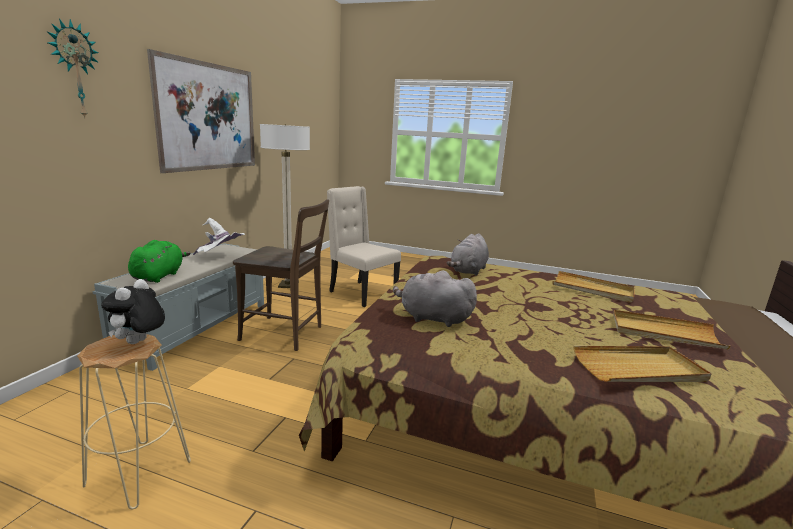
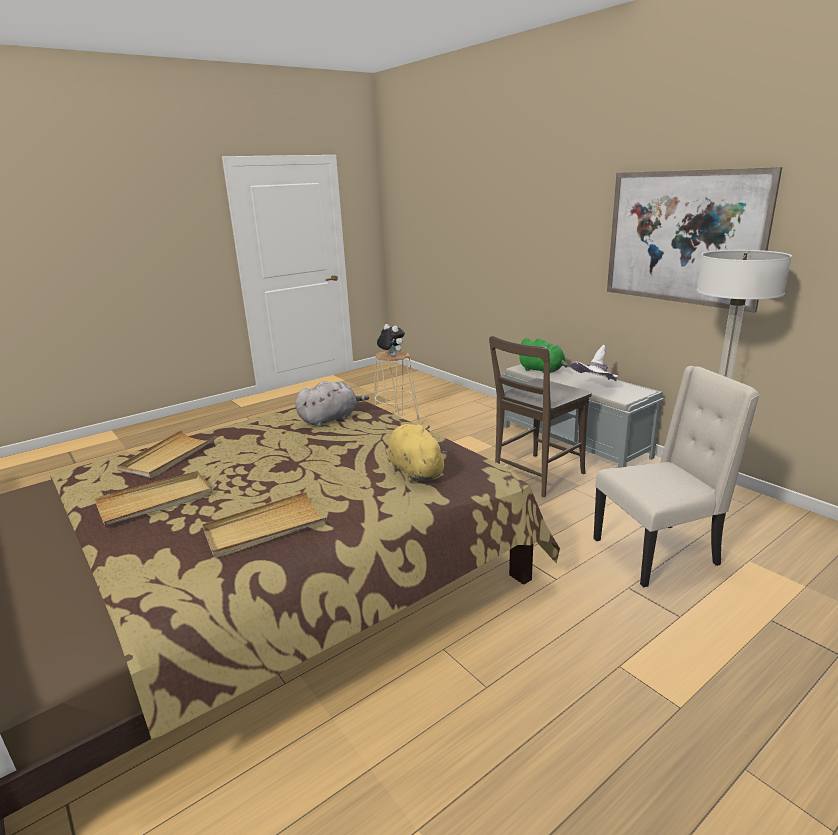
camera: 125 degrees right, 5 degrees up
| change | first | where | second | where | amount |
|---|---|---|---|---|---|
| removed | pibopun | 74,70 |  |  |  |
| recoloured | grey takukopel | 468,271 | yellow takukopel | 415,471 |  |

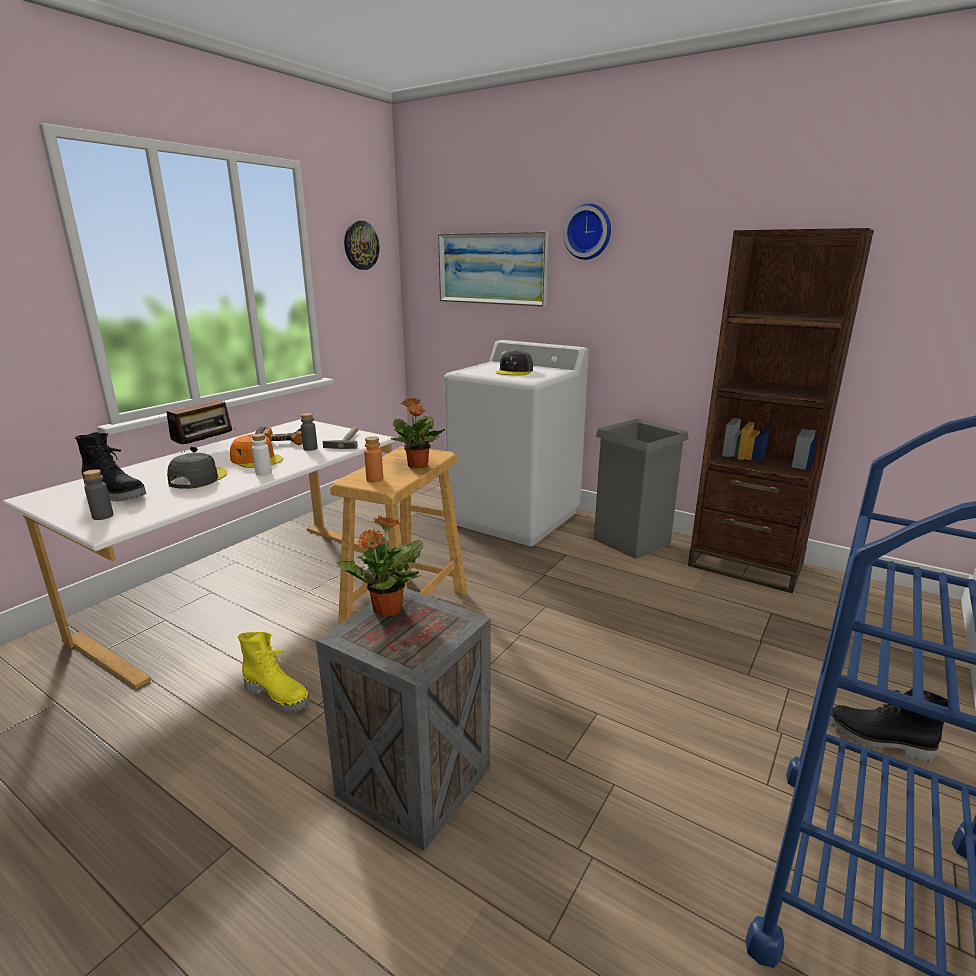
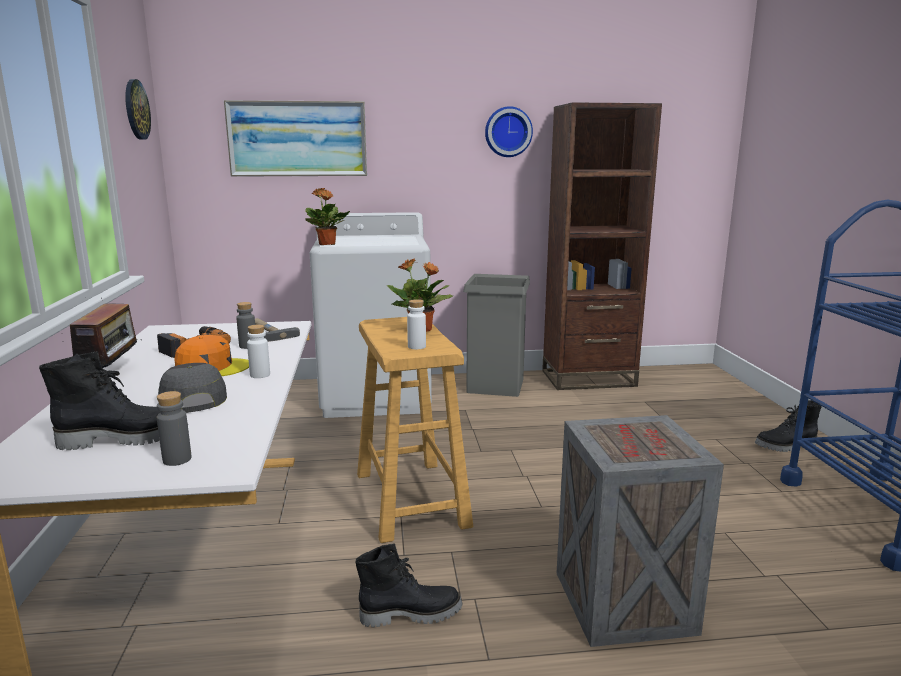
camera: 40 degrees left, 5 degrees down
| change | first | where | second | where | amount |
|---|---|---|---|---|---|
| removed | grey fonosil | 514,371 |  |  |  |
| moved | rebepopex | 386,610 |  | 327,244 |  |
| moved | pibopun | 588,232 |  | 508,132 |  |
| recoloured | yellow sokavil | 278,695 | black sokavil | 410,613 |  |
| recoloured | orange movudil | 374,479 | white movudil | 416,346 |  |

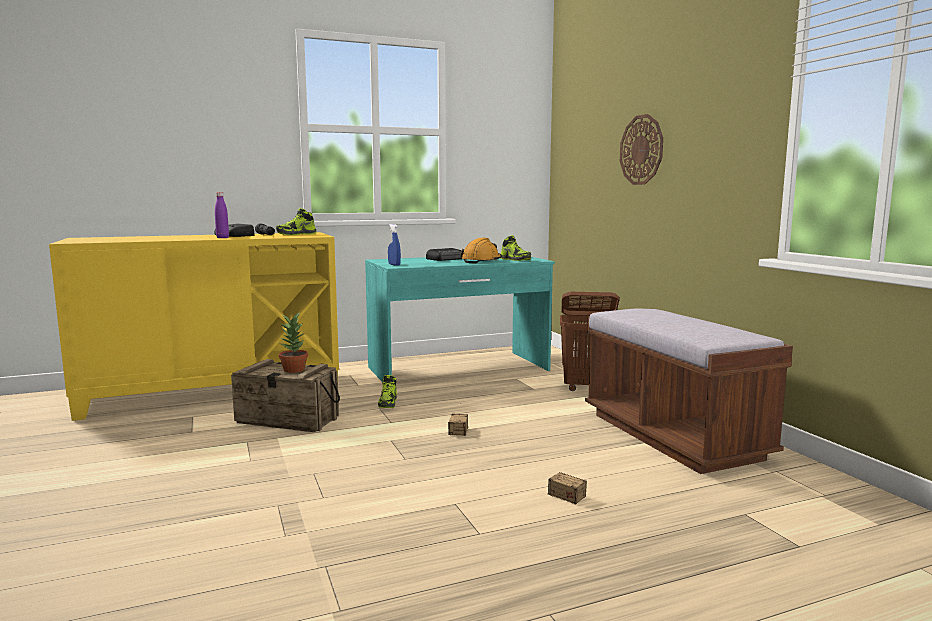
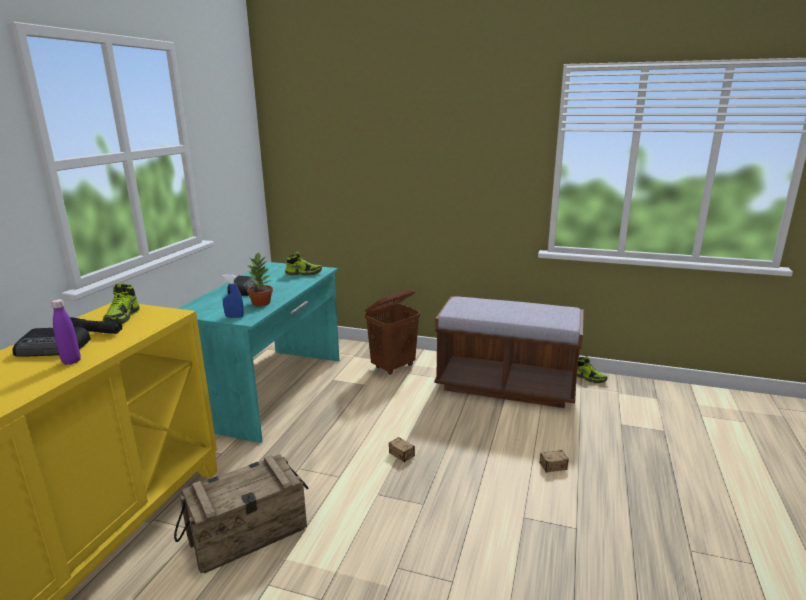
camera: 50 degrees left, 10 degrees up
| change | first | where | second | where | amount |
|---|---|---|---|---|---|
| removed | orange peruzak | 481,261 |  |  |  |
| removed | pibopun | 641,150 |  |  |  |
| moved | rebepopex | 294,370 |  | 261,303 |  |
| moved | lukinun | 388,403 |  | 588,378 |  |

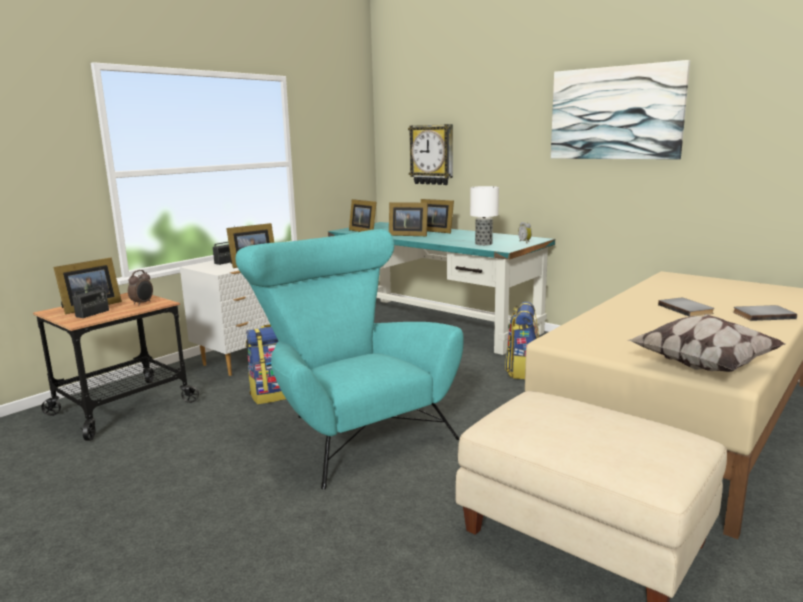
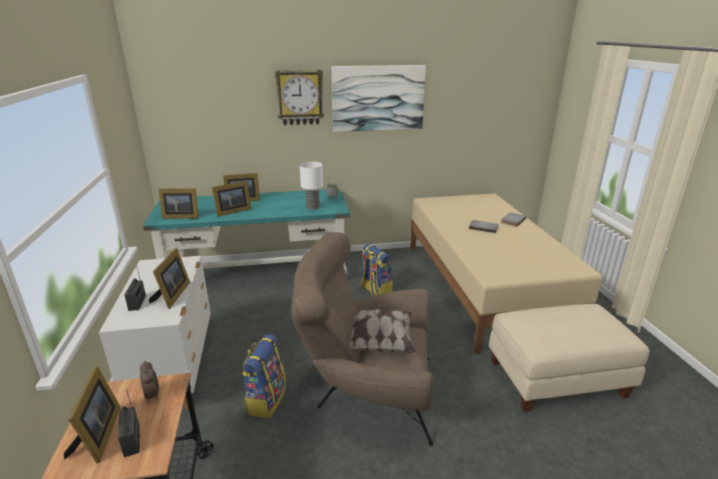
camera: 50 degrees left, 10 degrees up
| change | first | where | second | where | amount |
|---|---|---|---|---|---|
| moved | pibopun | 432,154 |  | 300,97 |  |
| moved | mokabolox | 702,365 |  | 379,341 |  |
| recoloured | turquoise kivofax | 350,429 | brown kivofax | 367,393 |  |

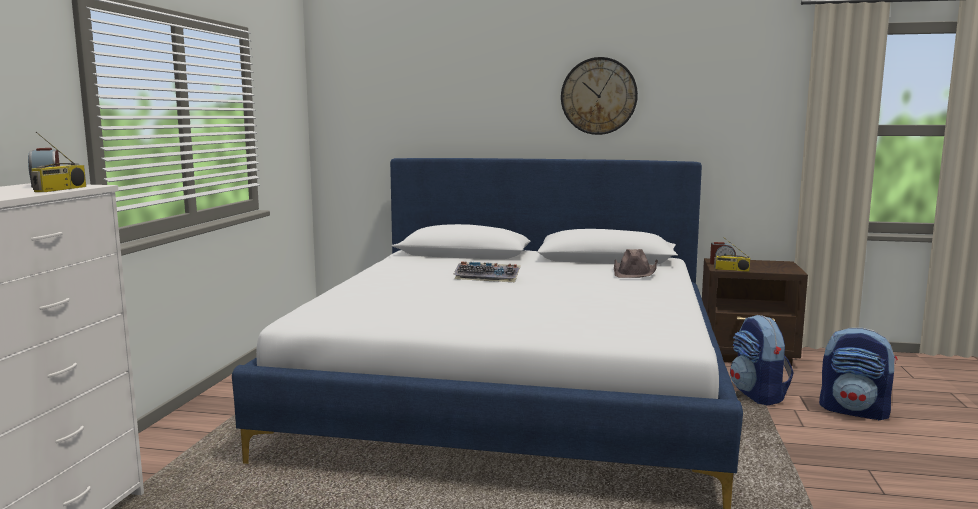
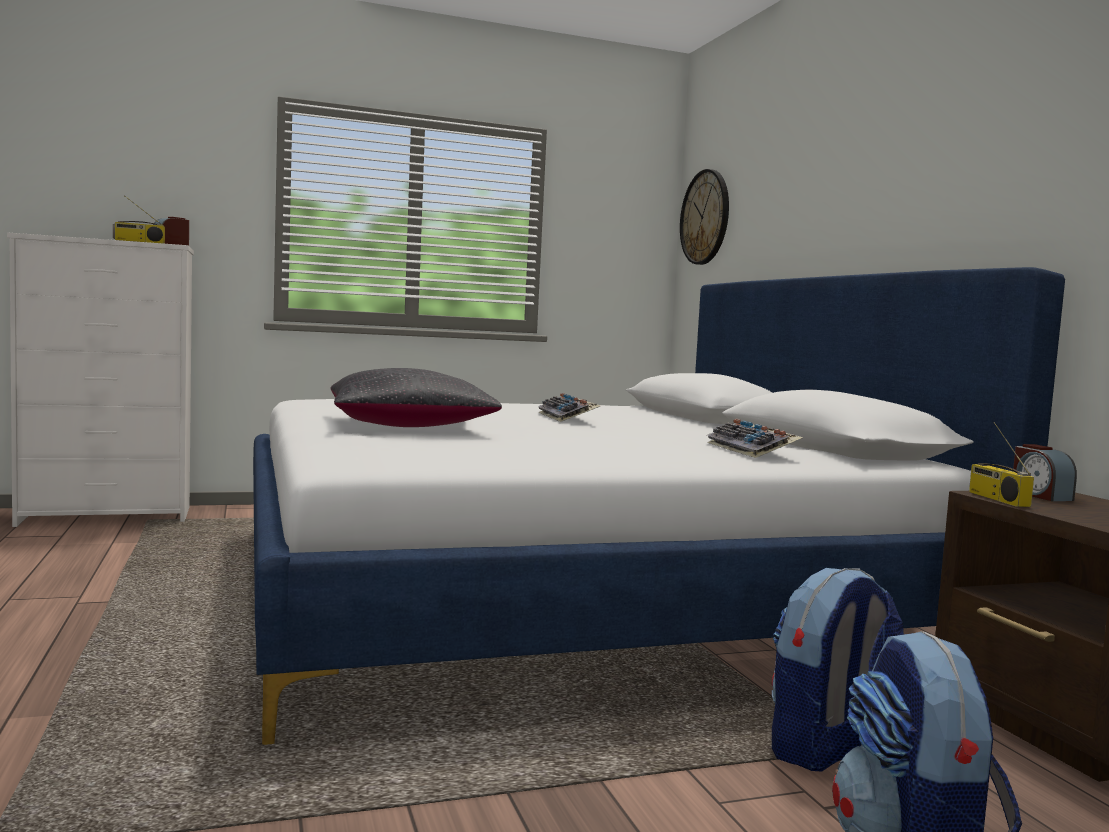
camera: 60 degrees right, 5 degrees down
| change | first | where | second | where | amount |
|---|---|---|---|---|---|
| added |  |  | black mokabolox | 409,426 |  |
| moved | pibopun | 599,96 |  | 705,217 |  |
| replaced | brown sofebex | 635,272 | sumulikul | 752,450 |  |

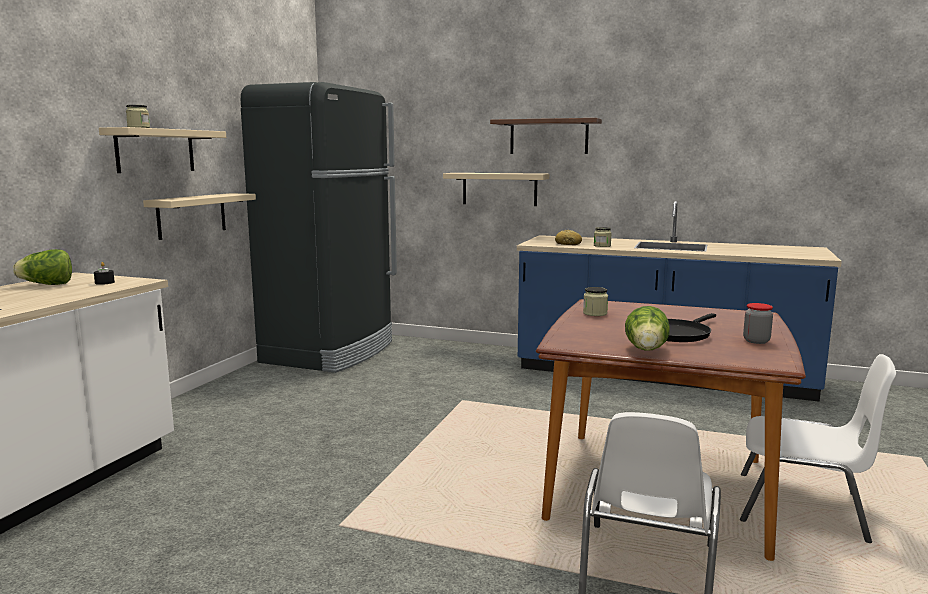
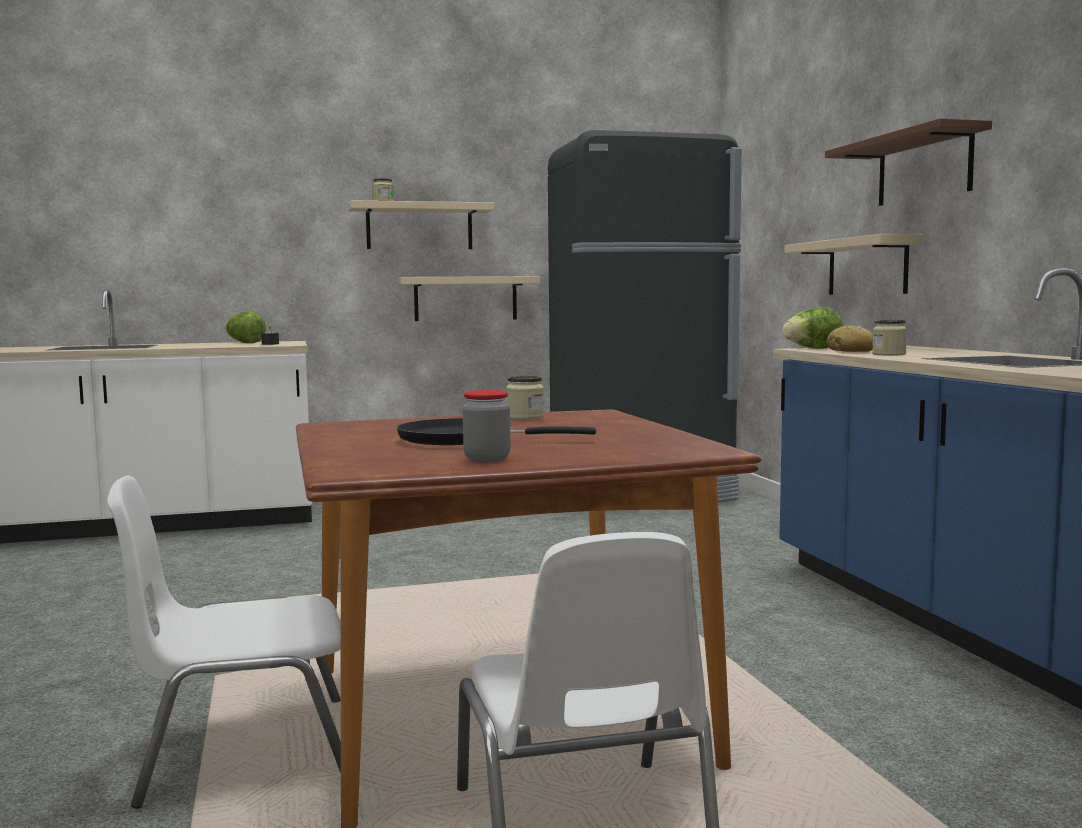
camera: 55 degrees right, 5 degrees down
| change | first | where | second | where | amount |
|---|---|---|---|---|---|
| moved | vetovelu | 646,351 |  | 812,349 |  |

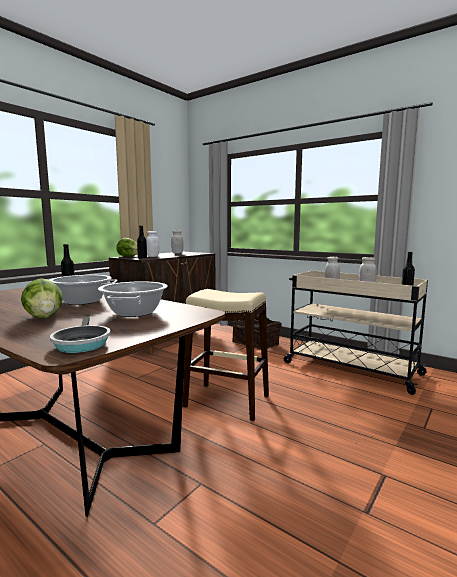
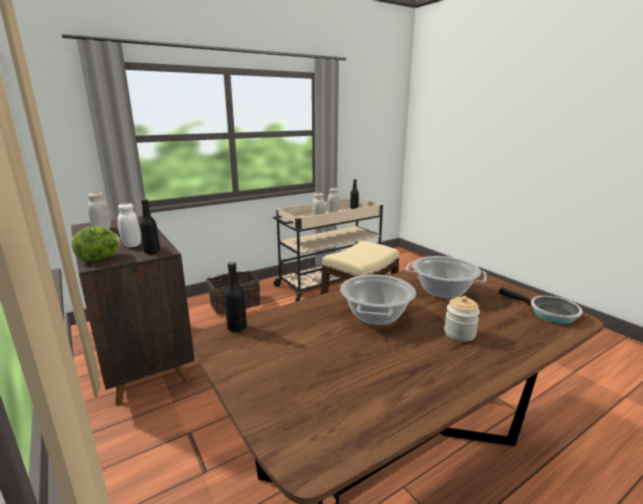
camera: 70 degrees left, 10 degrees up
| change | first | where | second | where | amount |
|---|---|---|---|---|---|
| replaced | vetovelu | 44,317 | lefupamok | 459,334 |  |
| turned | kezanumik | 81,343 |  | 548,313 | 45 degrees clockwise |

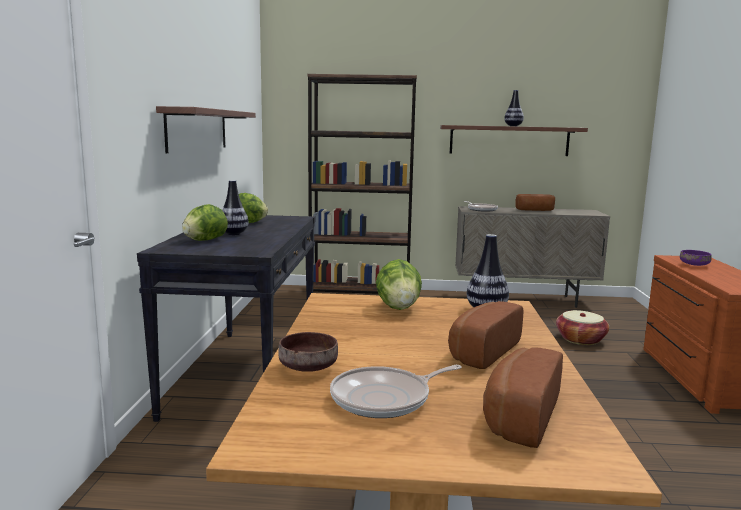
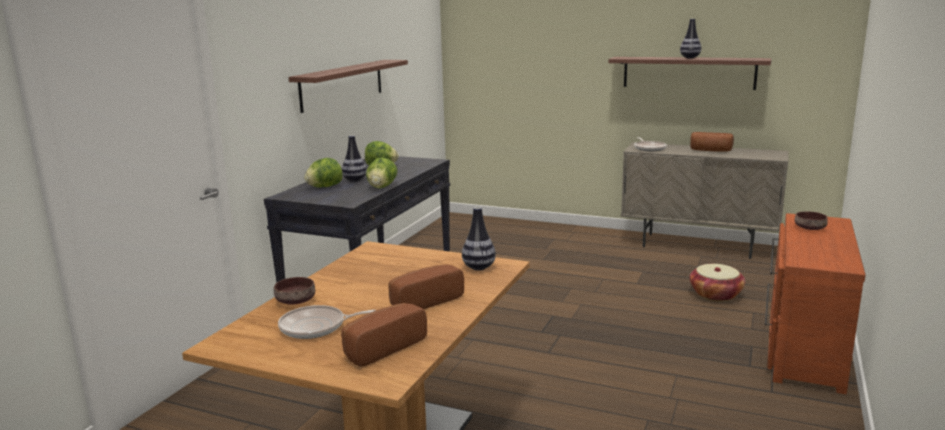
camera: 20 degrees right, 5 degrees up
| change | first | where | second | where | amount |
|---|---|---|---|---|---|
| removed | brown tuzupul | 360,293 |  |  |  |
| moved | vetovelu | 398,307 |  | 382,187 |  |
| recoloured | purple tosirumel | 695,265 | brown tosirumel | 810,228 |  |

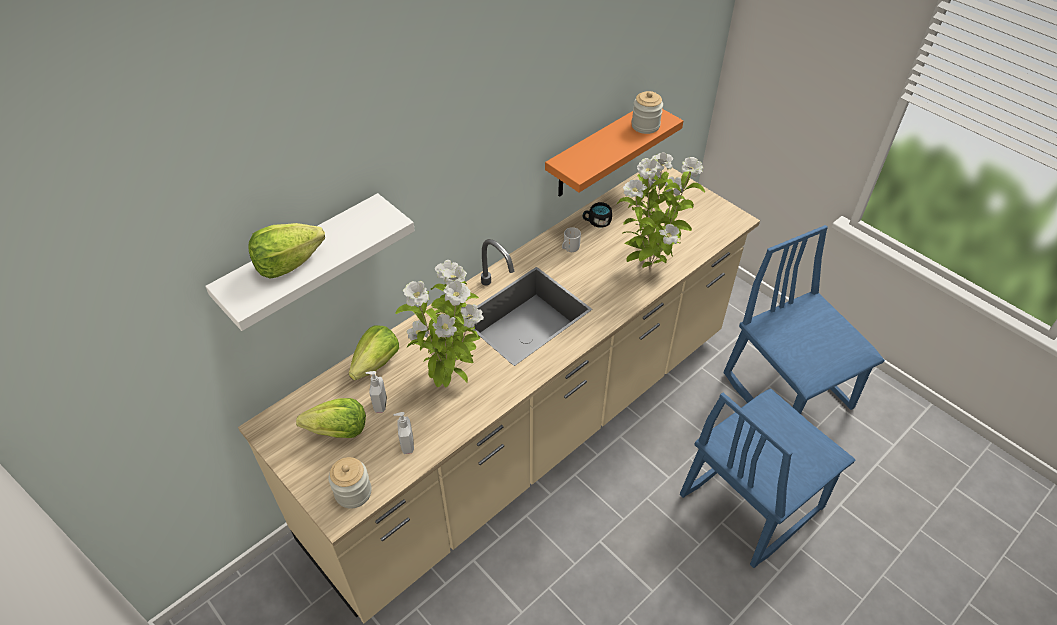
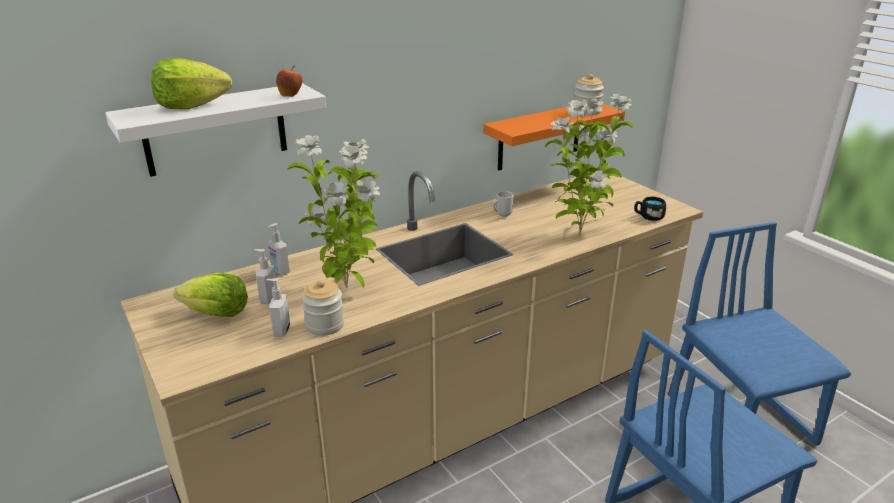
camera: 10 degrees right, 20 degrees down
| change | first | where | second | where | amount |
|---|---|---|---|---|---|
| added |  |  | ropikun | 290,95 |  |
| moved | lefupamok | 353,492 |  | 325,325 |  |
| moved | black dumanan | 596,222 |  | 648,217 |  |
| replaced | vetovelu | 376,363 | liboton | 280,271 |  |

